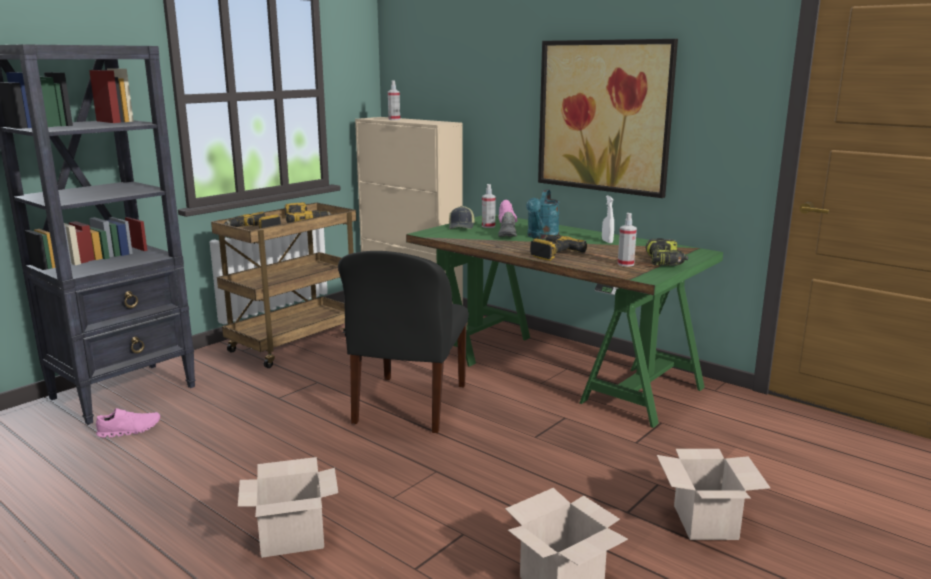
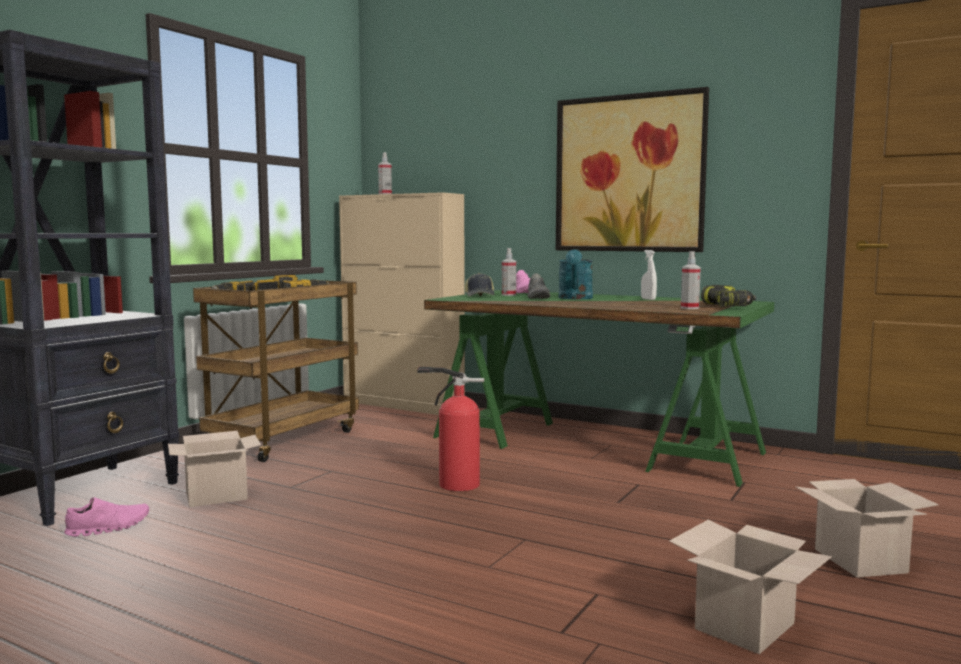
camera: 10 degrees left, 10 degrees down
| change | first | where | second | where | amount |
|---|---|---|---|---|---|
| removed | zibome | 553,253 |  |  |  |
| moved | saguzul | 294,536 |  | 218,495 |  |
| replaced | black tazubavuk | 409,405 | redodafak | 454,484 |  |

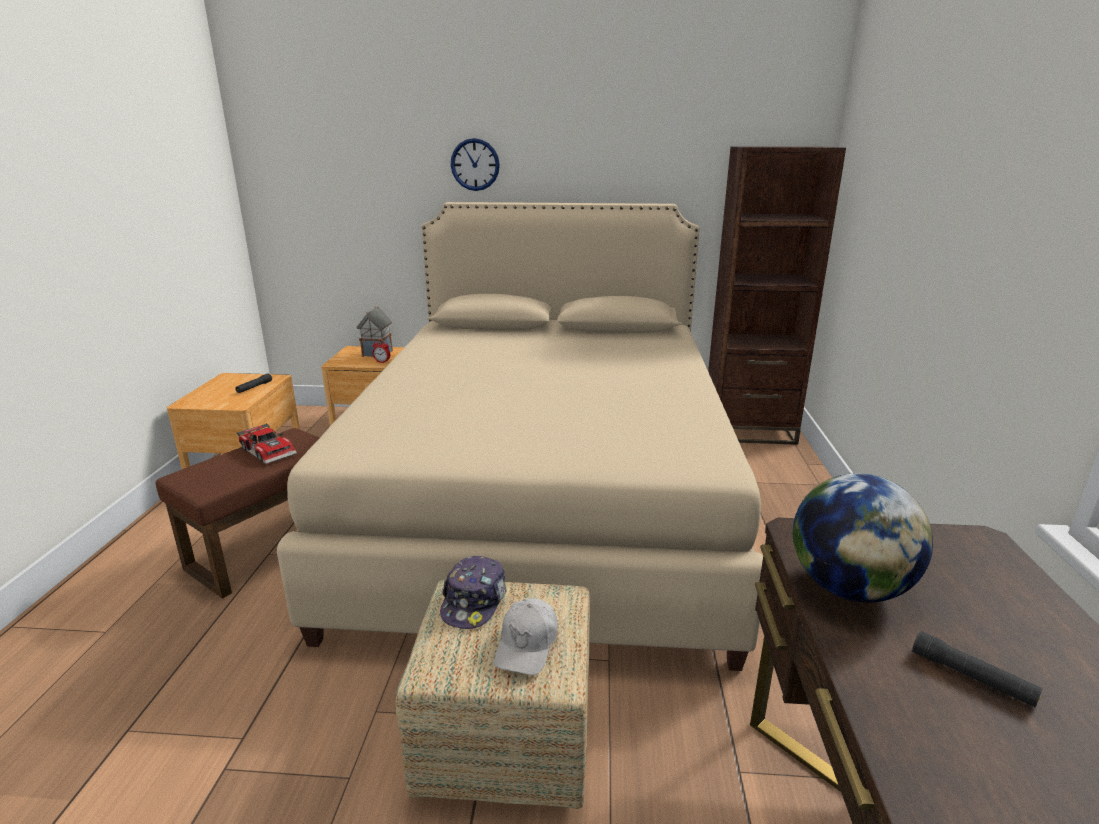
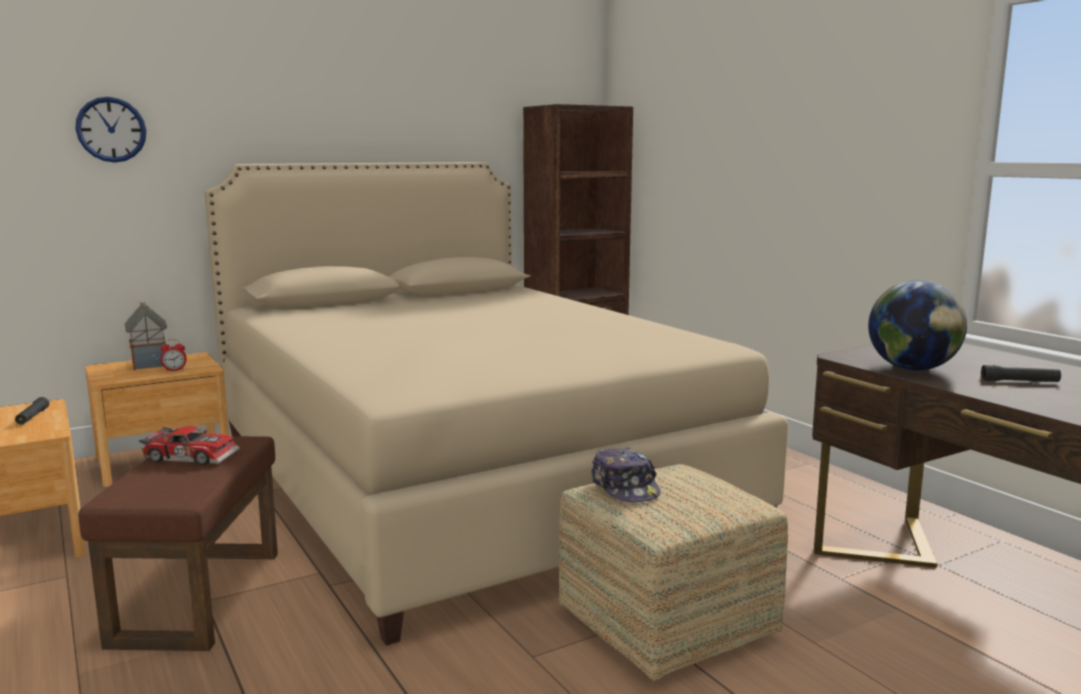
camera: 35 degrees left, 10 degrees down
| change | first | where | second | where | amount |
|---|---|---|---|---|---|
| removed | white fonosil | 527,645 |  |  |  |
| moved | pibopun | 475,164 |  | 111,129 |  |

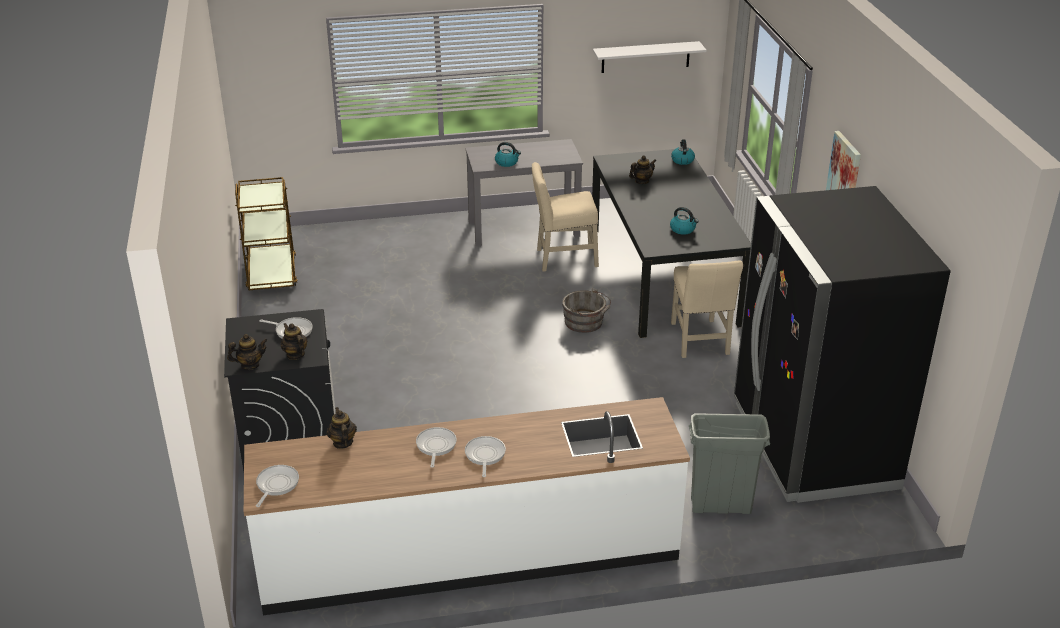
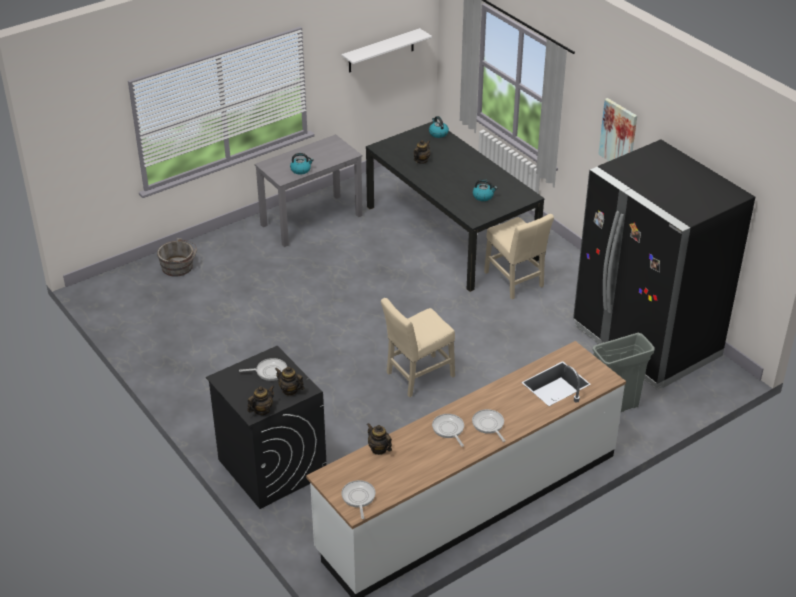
camera: 25 degrees left, 5 degrees up
| change | first | where | second | where | amount |
|---|---|---|---|---|---|
| removed | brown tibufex | 272,274 |  |  |  |
| moved | beige tazubavuk | 563,258 |  | 417,376 |  |
| moved | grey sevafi | 585,323 |  | 179,267 |  |

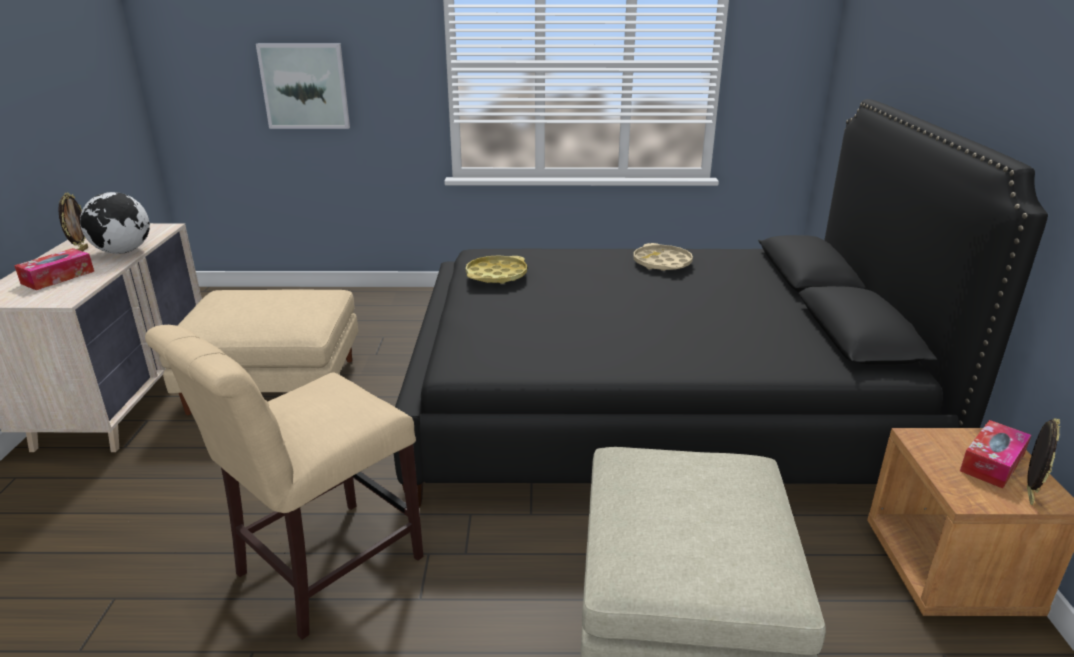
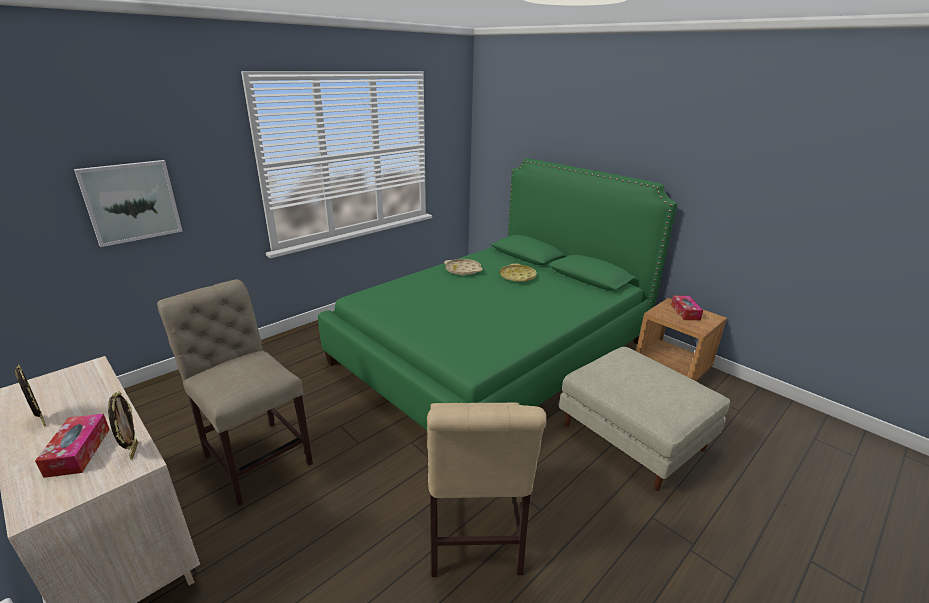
camera: 45 degrees left, 0 degrees up
| change | first | where | second | where | amount |
|---|---|---|---|---|---|
| removed | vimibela | 123,252 |  |  |  |
| moved | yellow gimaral | 496,275 |  | 517,276 |  |
| moved | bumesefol | 1027,495 |  | 133,451 |  |
| replaced | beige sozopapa | 276,385 | beige tazubavuk | 255,456 |  |
| recoloured | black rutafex | 652,404 | green rutafex | 493,352 |  |

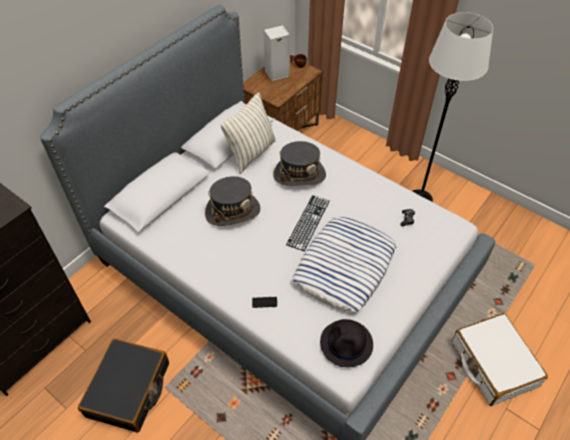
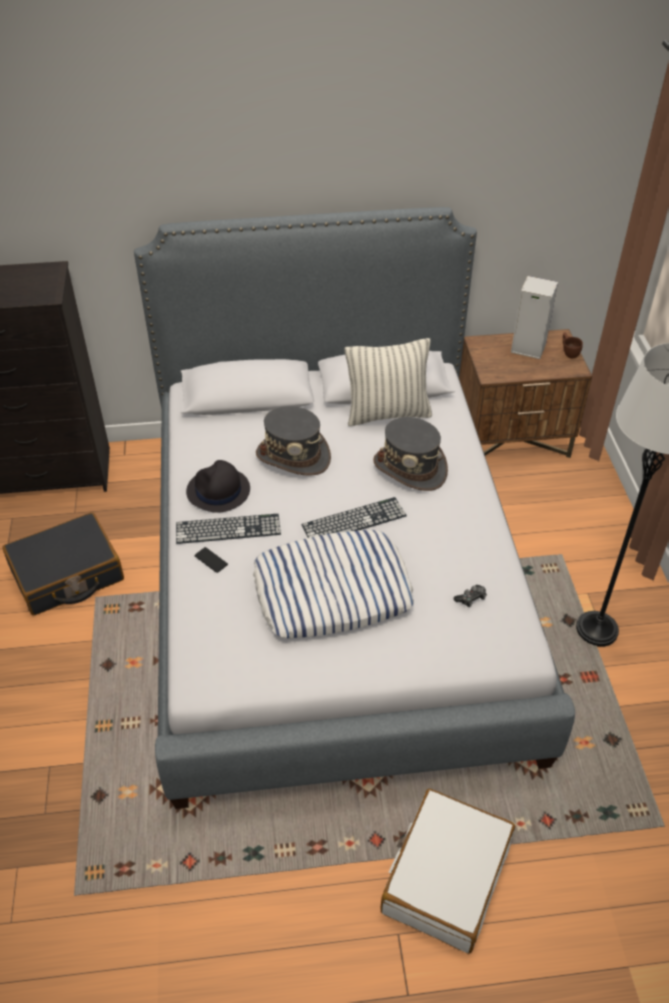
camera: 45 degrees right, 5 degrees down
| change | first | where | second | where | amount |
|---|---|---|---|---|---|
| added |  |  | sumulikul | 228,529 |  |
| moved | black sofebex | 346,344 |  | 218,491 |  |

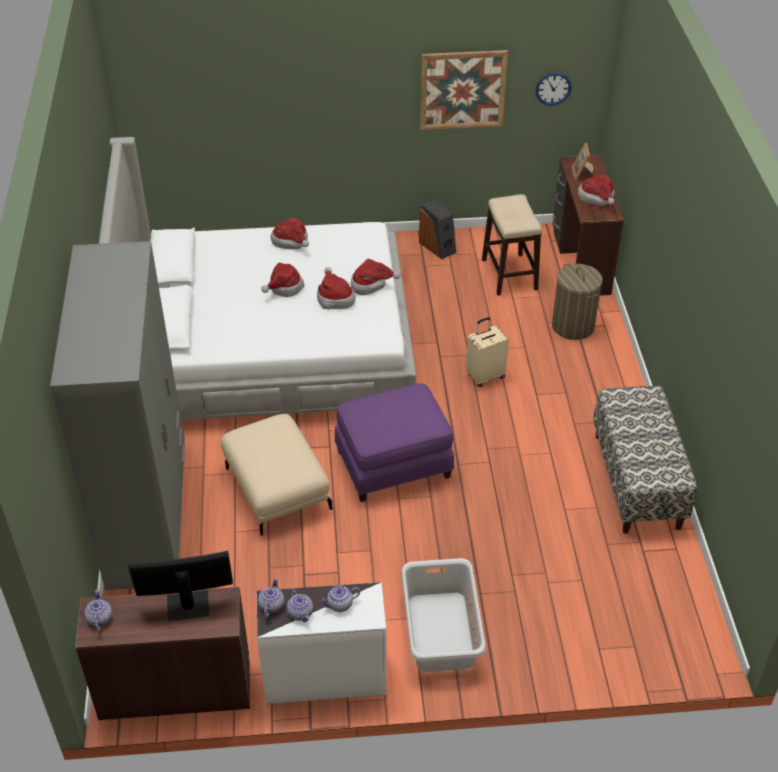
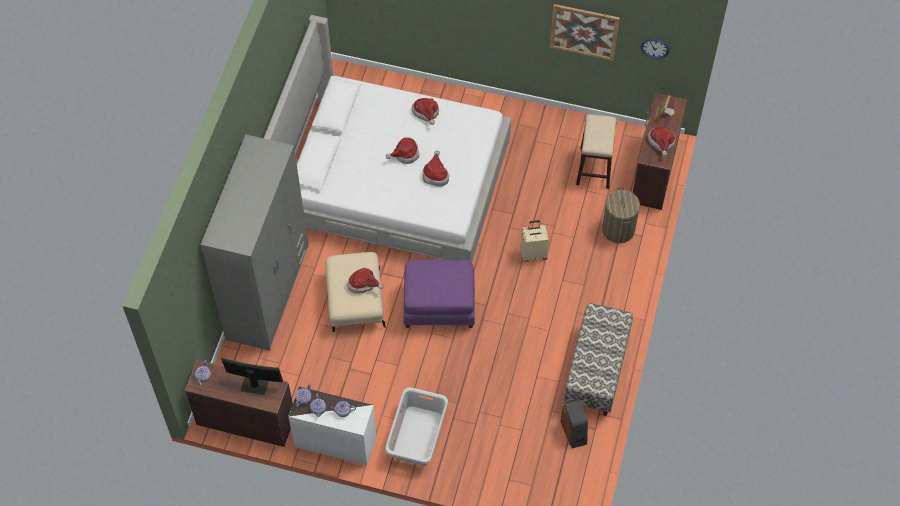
camera: 20 degrees right, 15 degrees up
| change | first | where | second | where | amount |
|---|---|---|---|---|---|
| moved | sofebex | 371,284 |  | 364,284 |  |
| moved | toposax | 438,246 |  | 574,432 |  |

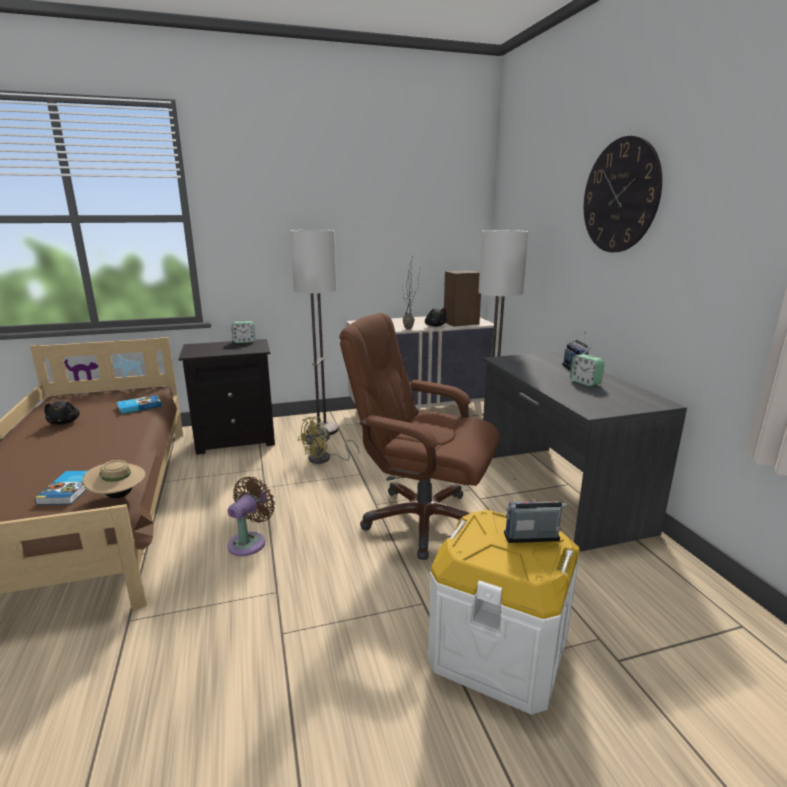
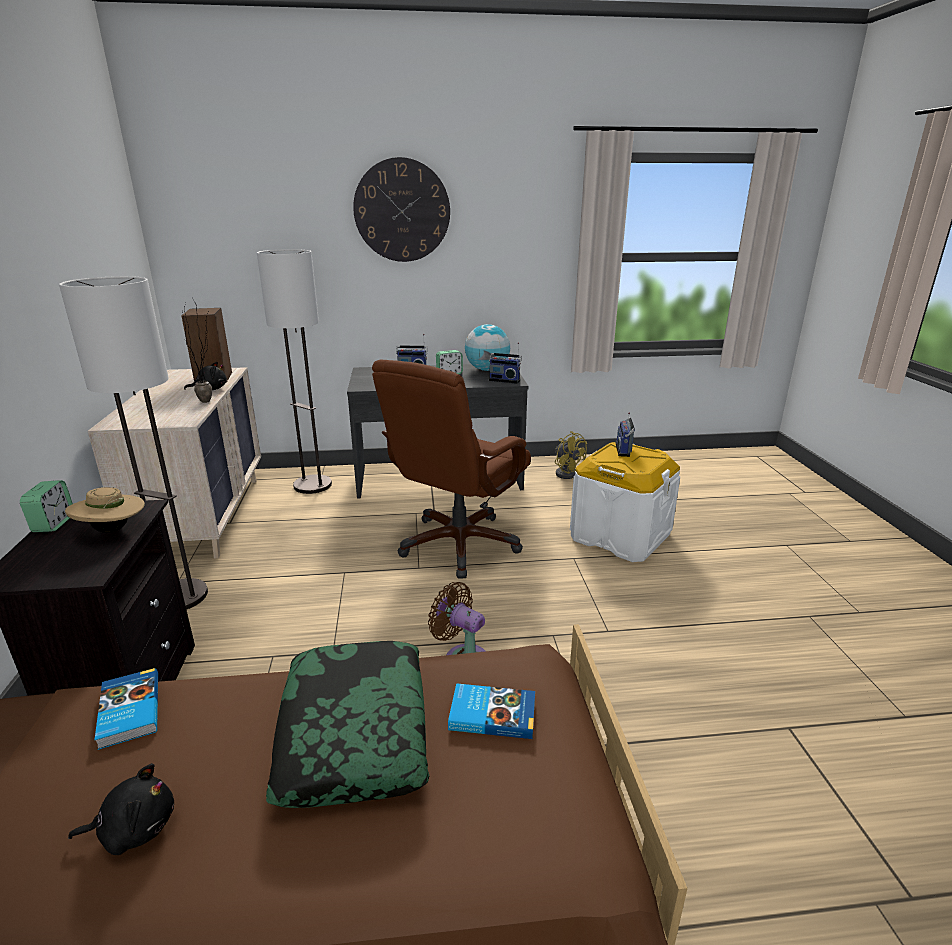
camera: 80 degrees left, 5 degrees up
| change | first | where | second | where | amount |
|---|---|---|---|---|---|
| added |  |  | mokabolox | 354,732 |  |
| added |  |  | vimibela | 487,370 |  |
| added |  |  | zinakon | 504,380 |  |
| moved | beige sofebex | 118,496 |  | 112,530 |  |
| moved | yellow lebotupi | 324,459 |  | 566,472 |  |

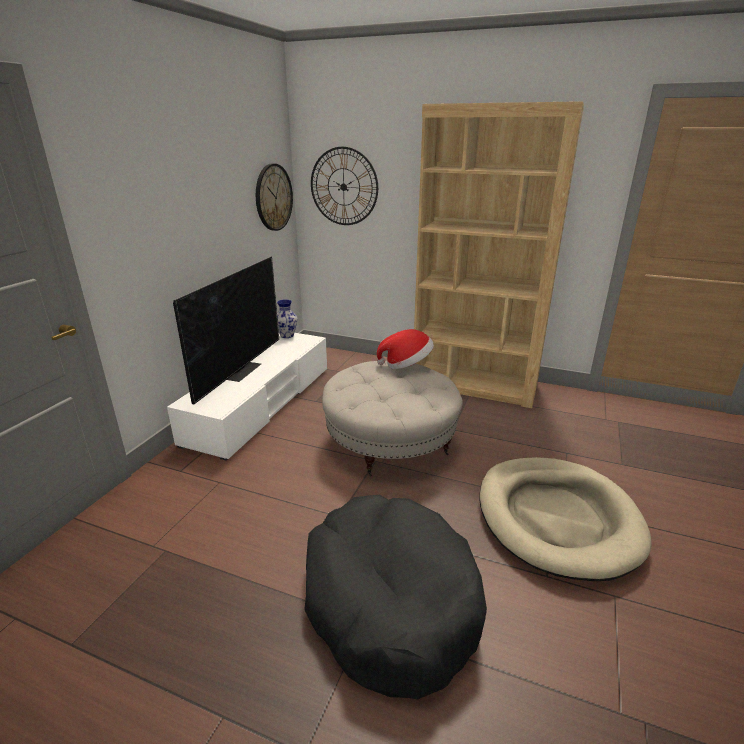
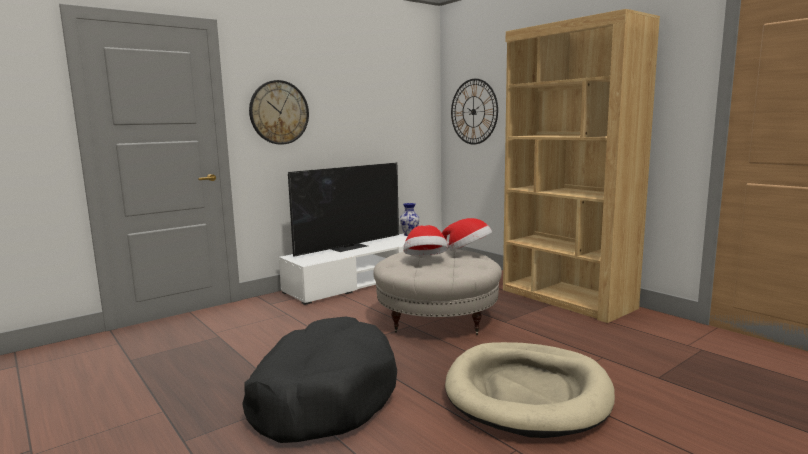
camera: 30 degrees right, 15 degrees down
| change | first | where | second | where | amount |
|---|---|---|---|---|---|
| added |  |  | sofebex | 425,260 |  |
| moved | pibopun | 273,197 |  | 279,112 |  |

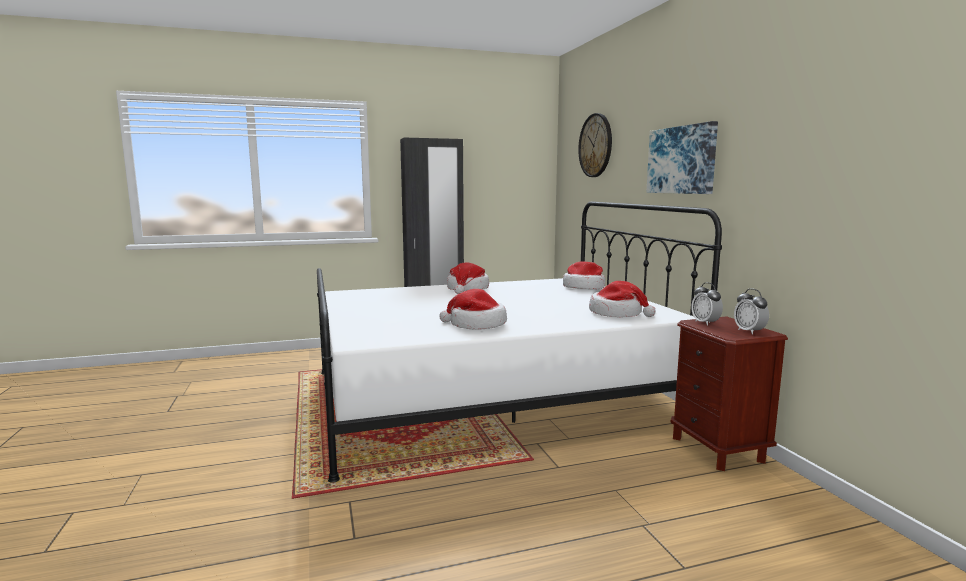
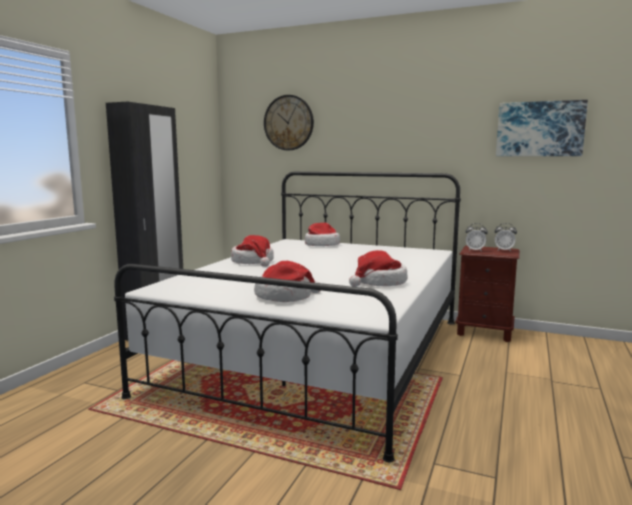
camera: 50 degrees left, 0 degrees up
| change | first | where | second | where | amount |
|---|---|---|---|---|---|
| moved | sofebex | 617,313 |  | 285,296 |  |
| moved | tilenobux | 682,160 |  | 539,129 |  |

